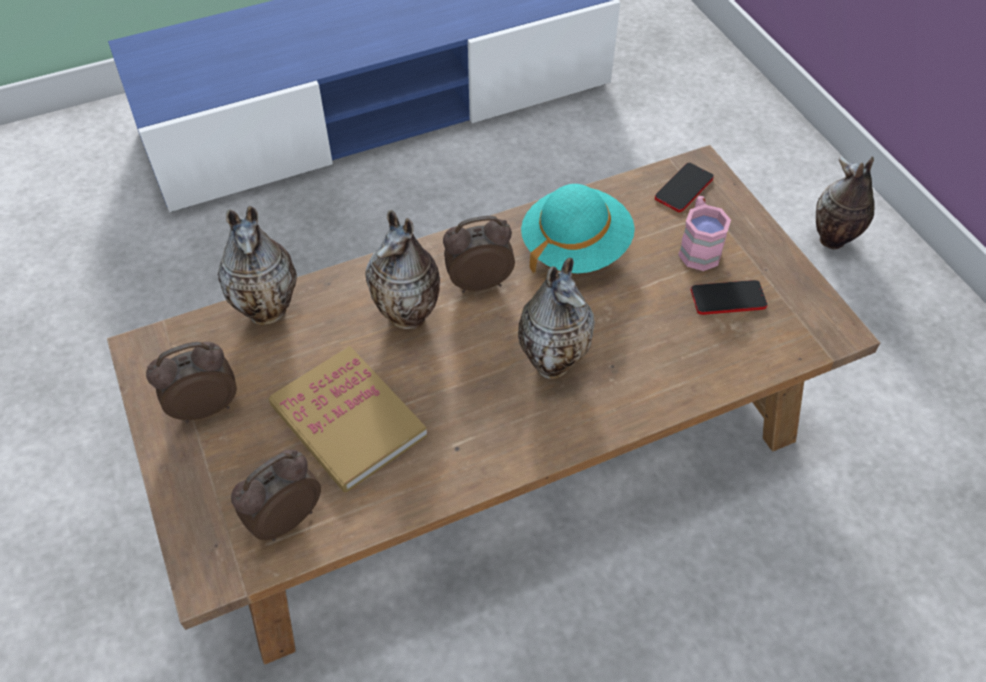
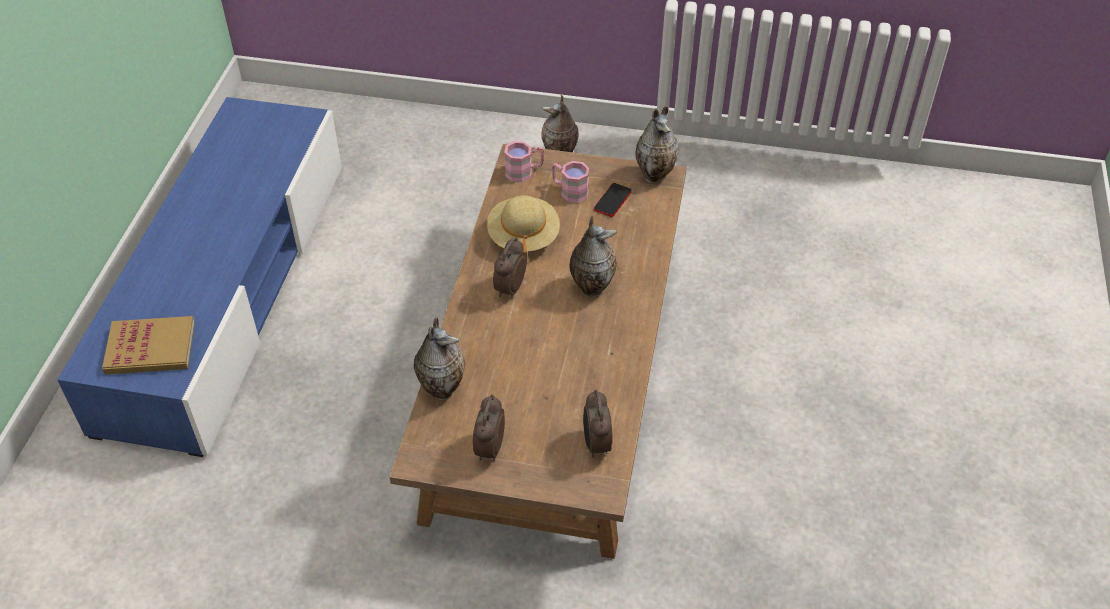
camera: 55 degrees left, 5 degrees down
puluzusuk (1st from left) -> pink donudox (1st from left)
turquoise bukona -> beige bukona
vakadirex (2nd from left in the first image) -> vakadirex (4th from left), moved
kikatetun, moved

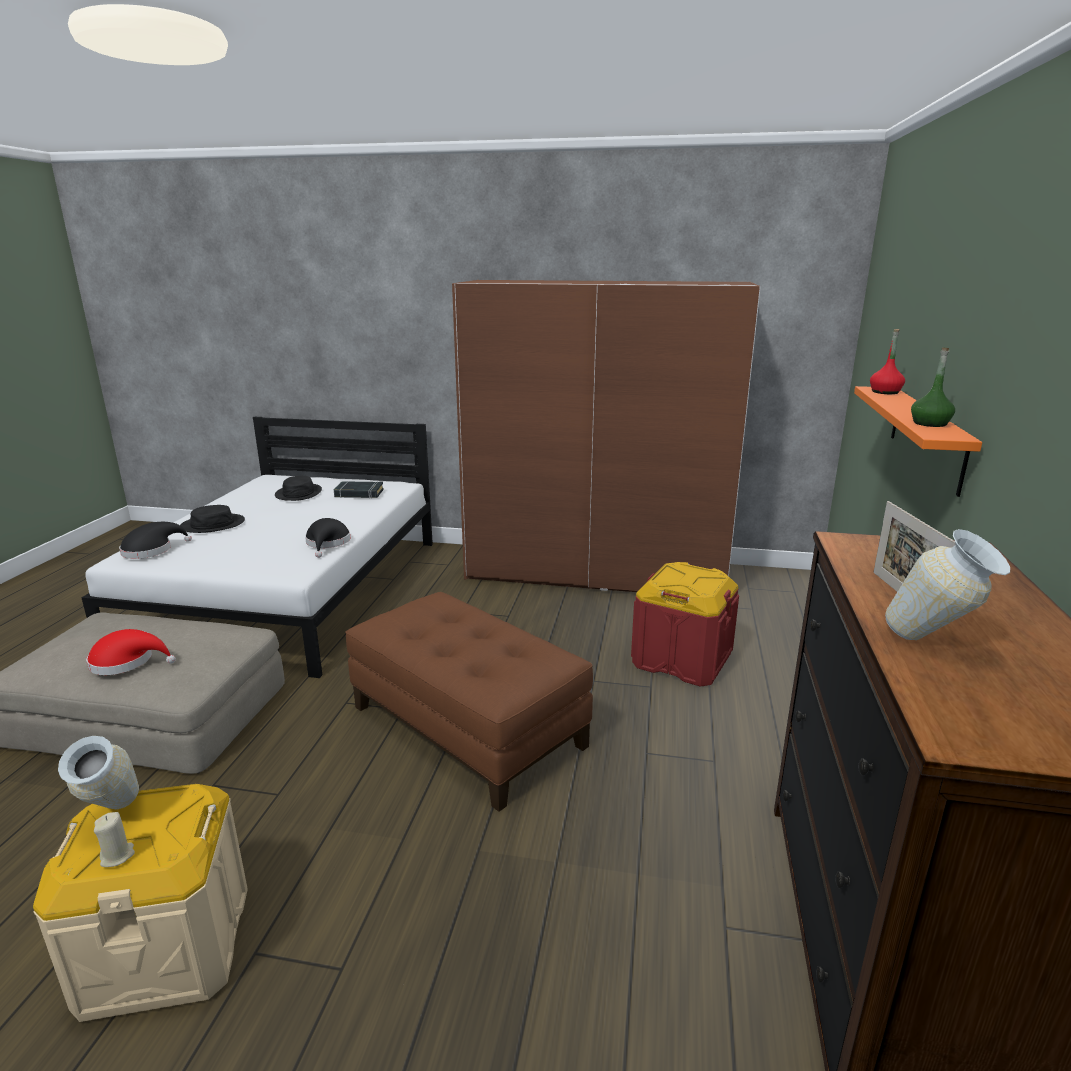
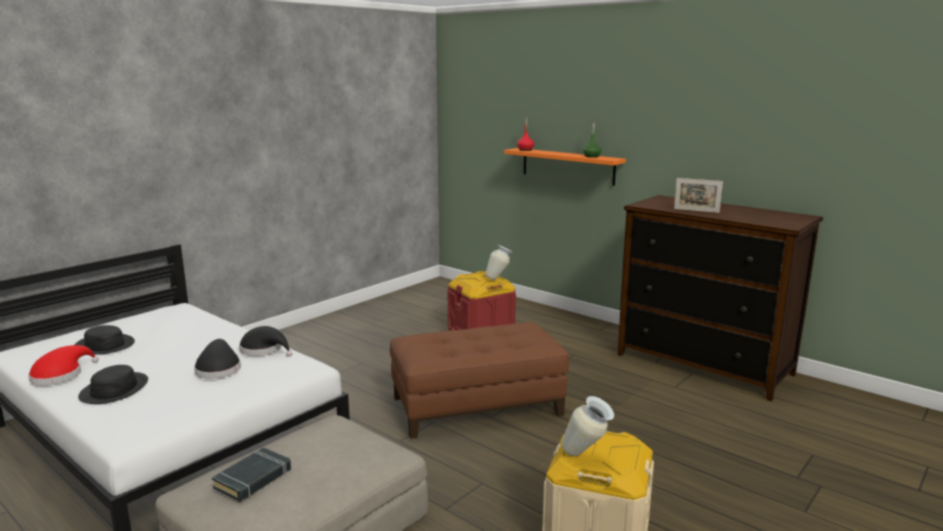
camera: 60 degrees left, 5 degrees down
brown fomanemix -> none
black kikatetun, moved
black bukona (1st from left in the first image) -> black bukona (3rd from left), moved
vakadirex (2nd from left in the first image) -> vakadirex (1st from left), moved
red bukona, moved
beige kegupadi -> none

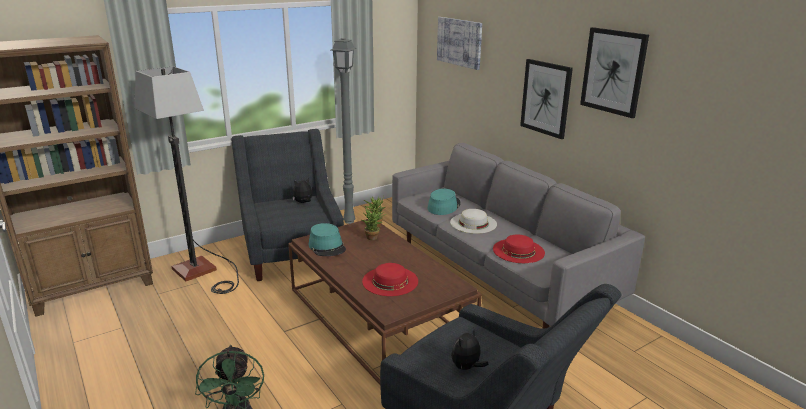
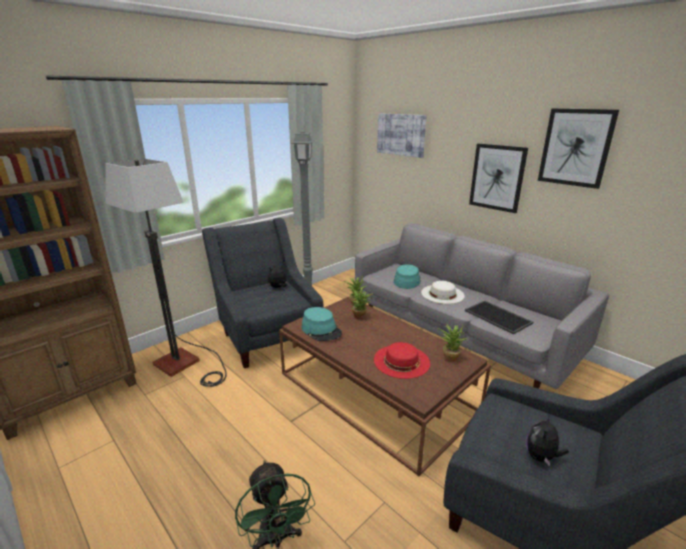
camera: 10 degrees left, 0 degrees up
red bukona (2nd from left) -> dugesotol
none -> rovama (3rd from left)

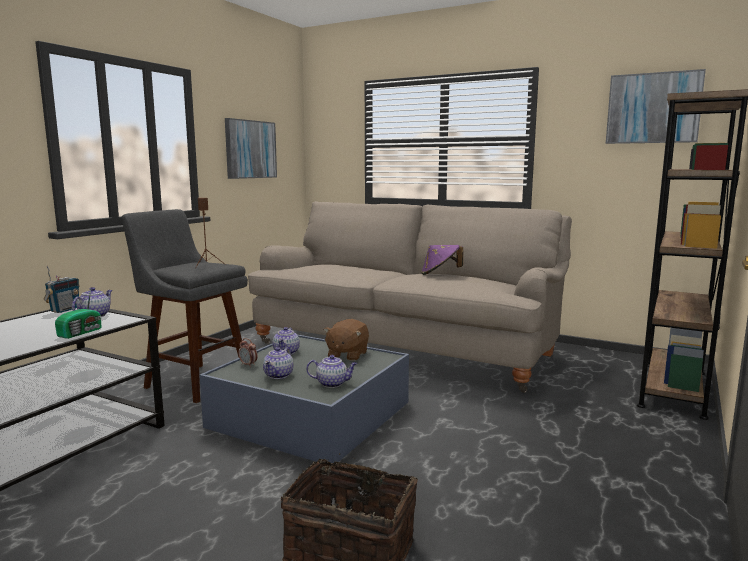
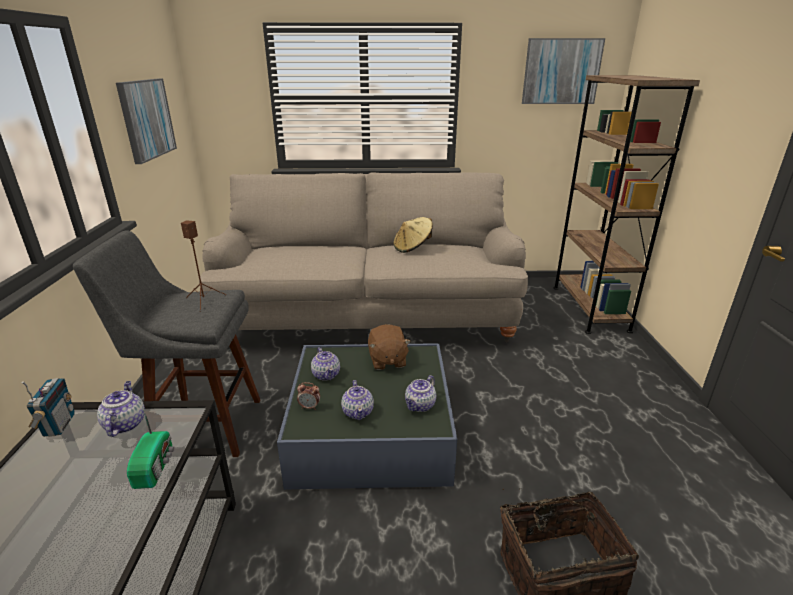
camera: 30 degrees left, 15 degrees up
purple bukona -> beige bukona
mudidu (4th from left), 150 degrees clockwise

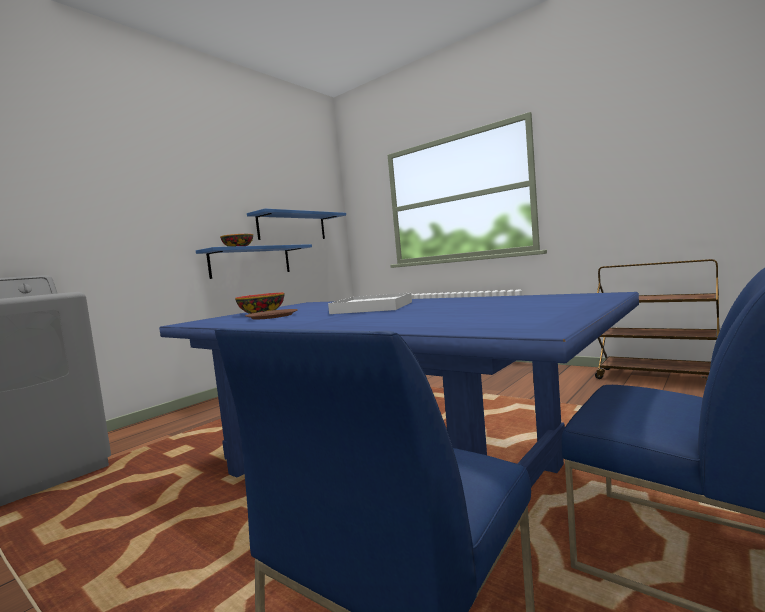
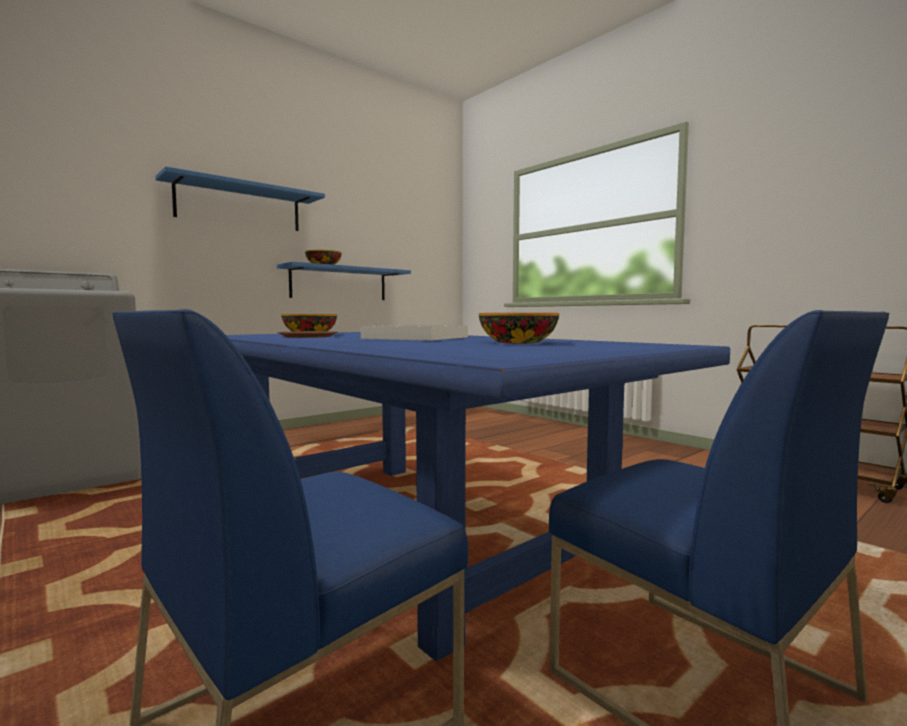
camera: 10 degrees right, 0 degrees up
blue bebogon (2nd from left in the first image) -> blue bebogon (1st from left), moved
none -> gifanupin (3rd from left)

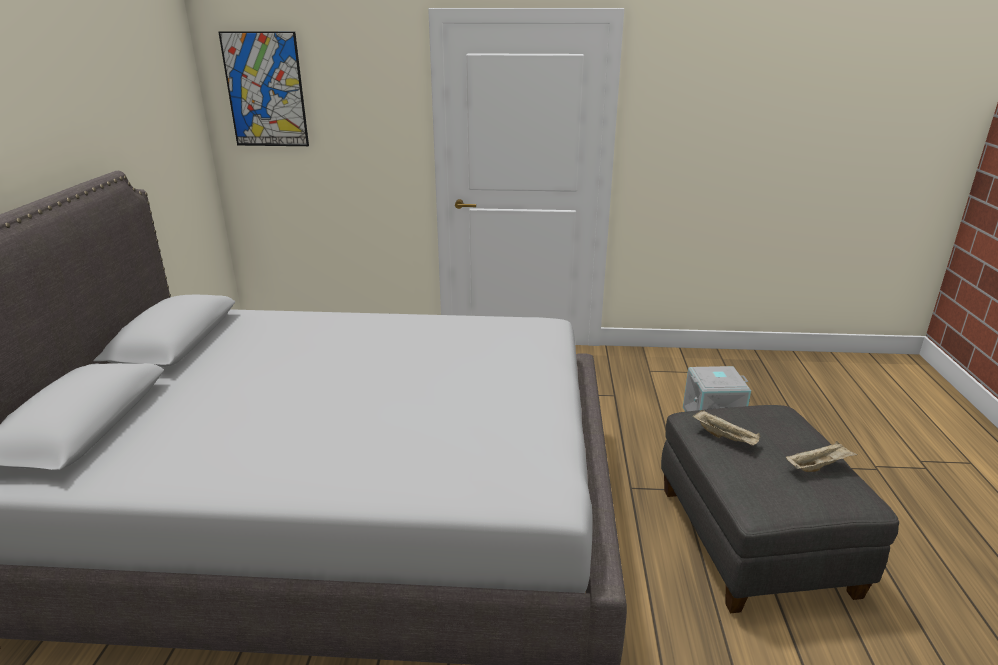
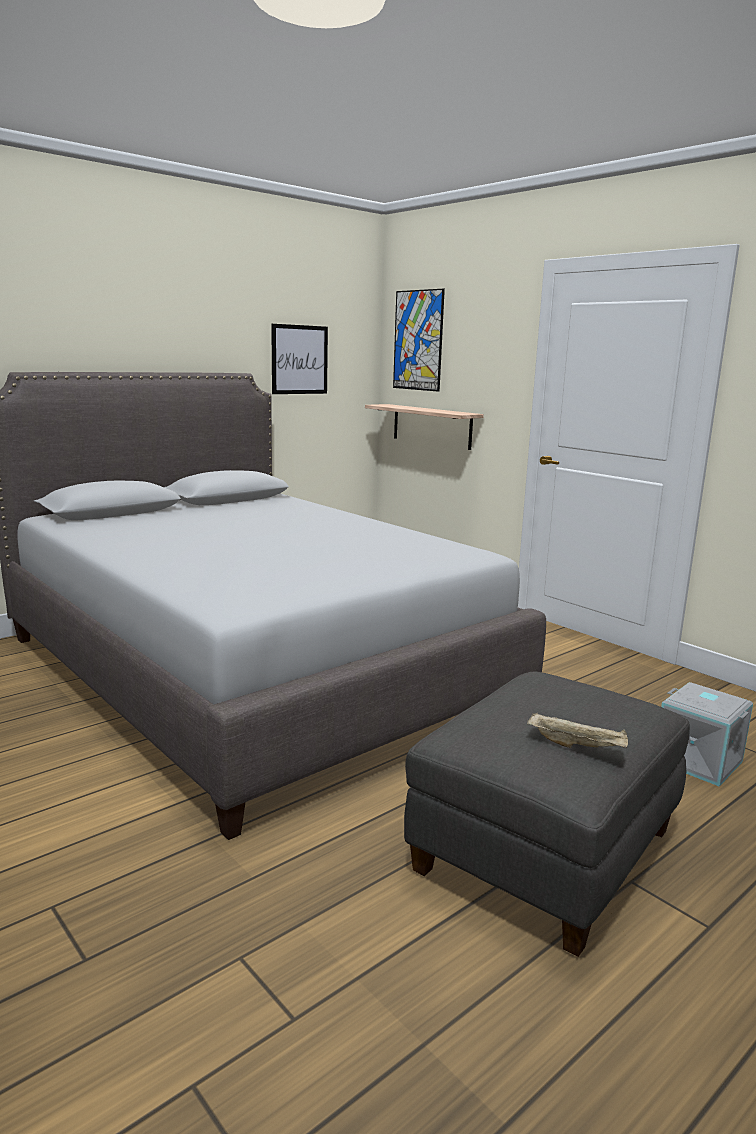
camera: 45 degrees right, 10 degrees down
beige dugesotol (1st from left) -> none
none -> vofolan (1st from left)
none -> bebogon

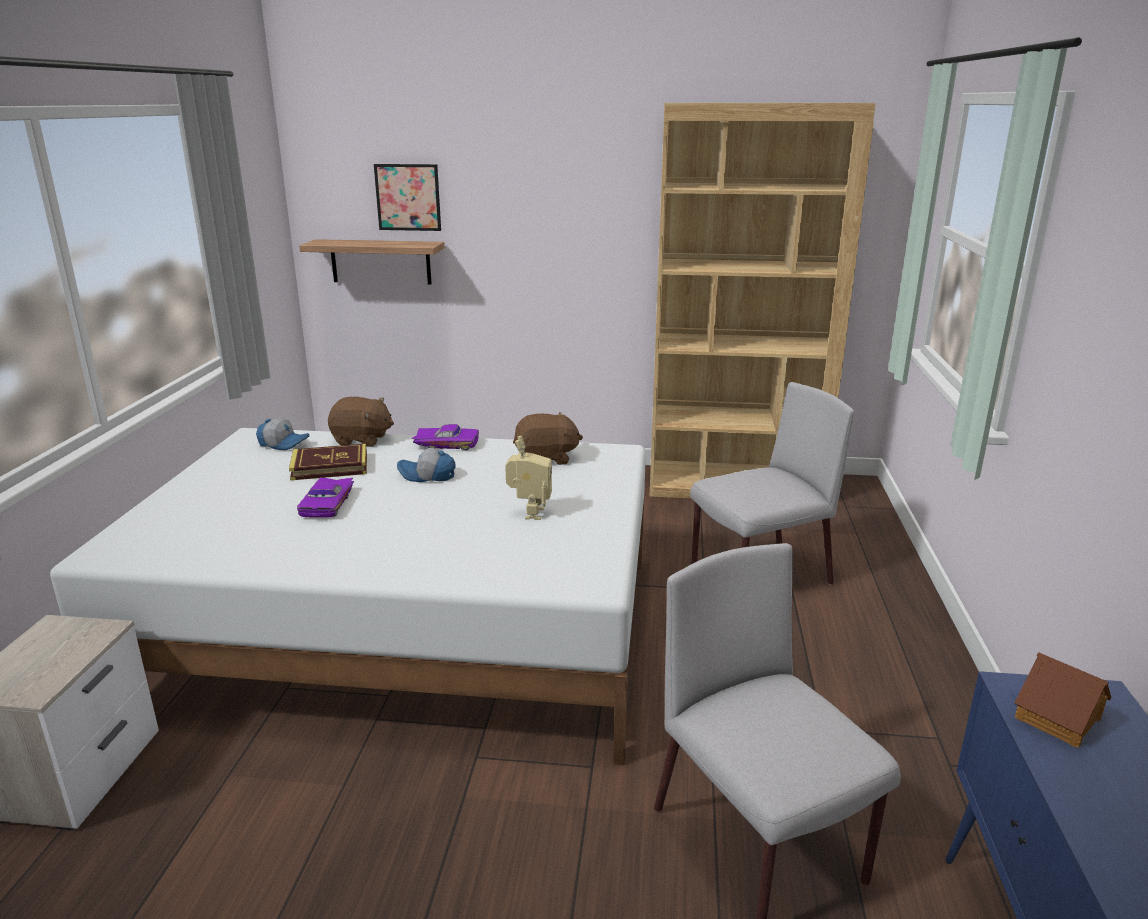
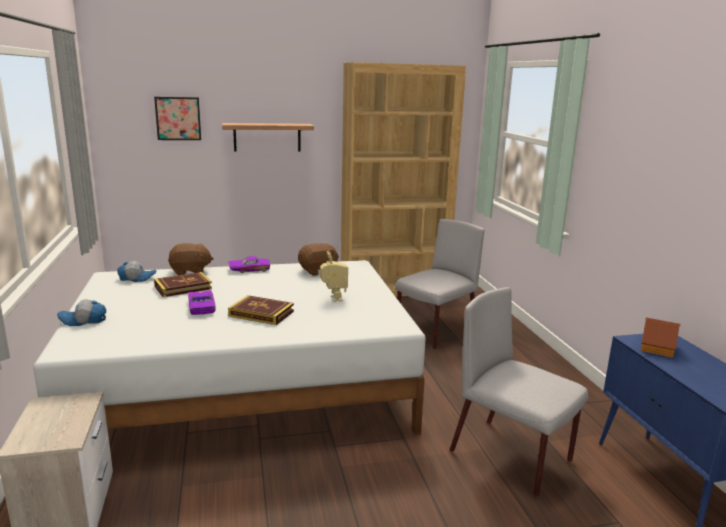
camera: 20 degrees left, 5 degrees down
bebogon, moved
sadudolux (2nd from left in the first image) -> sadudolux (1st from left), moved
none -> kikatetun (2nd from left)

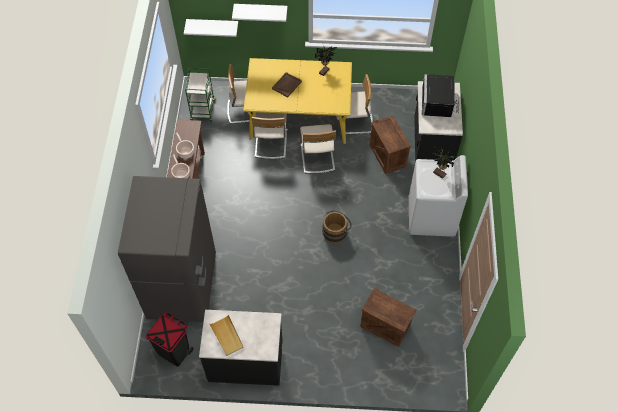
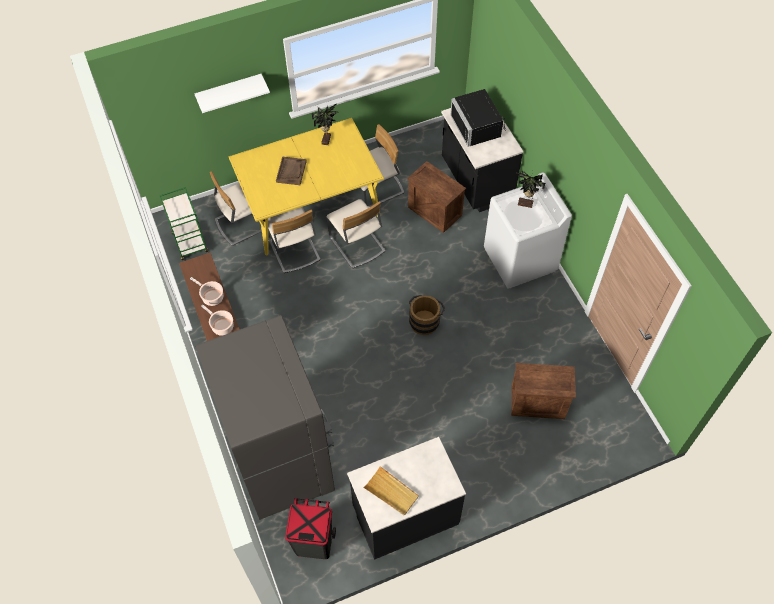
camera: 25 degrees left, 0 degrees up
white bebogon (1st from left) -> none

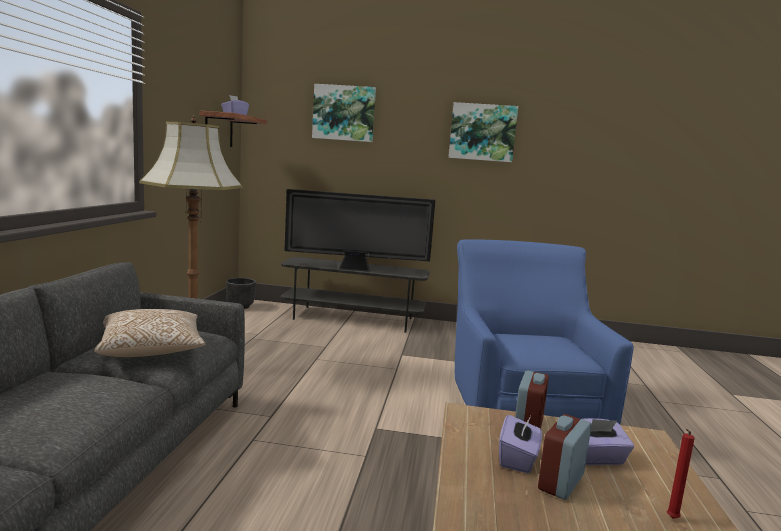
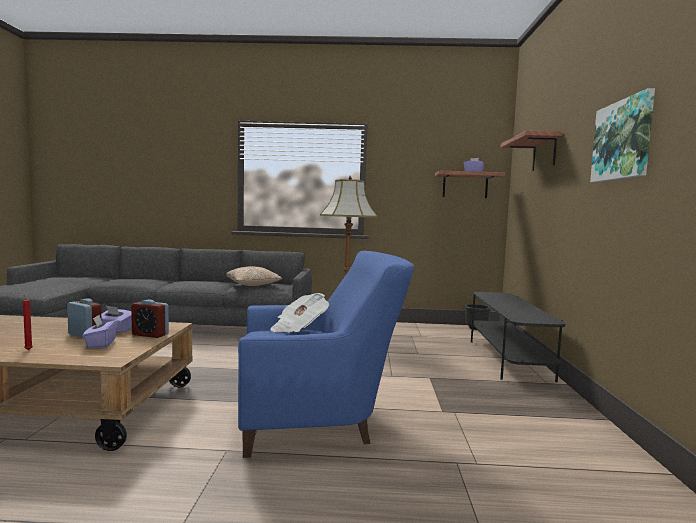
camera: 85 degrees right, 5 degrees down
vofolan (1st from left) -> bebogon (2nd from left)
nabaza -> none
none -> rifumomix

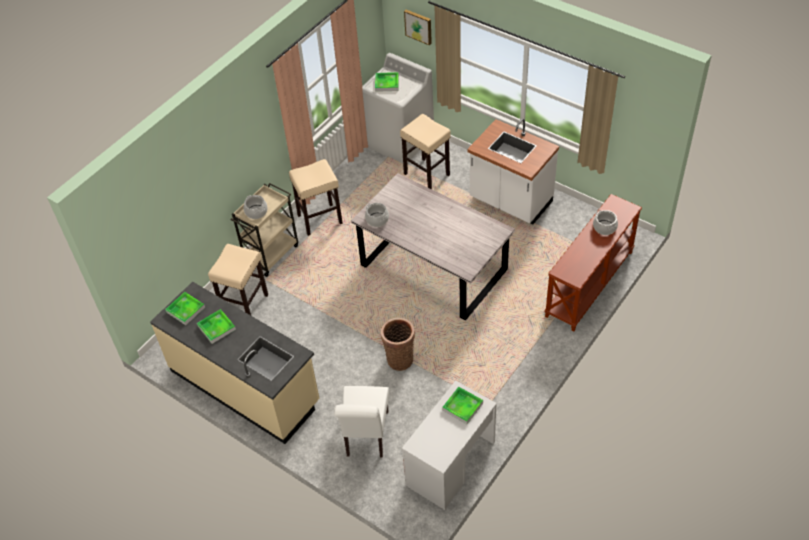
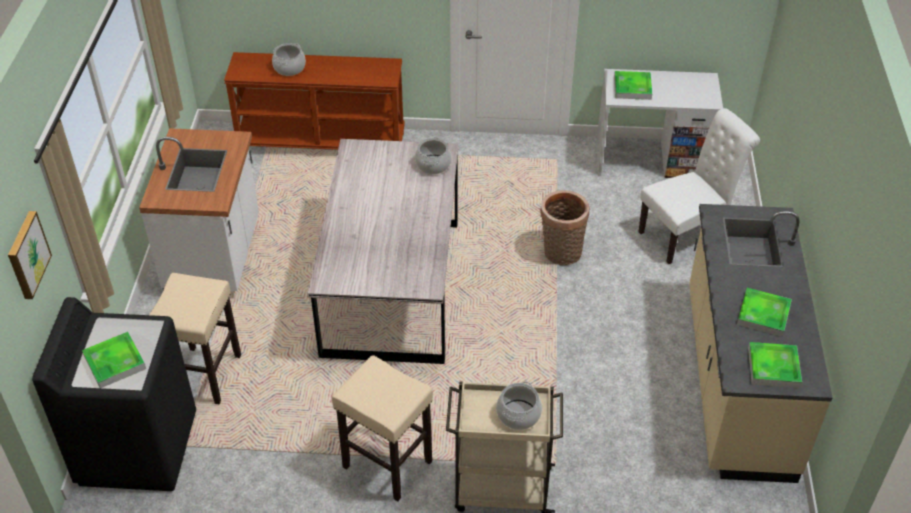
camera: 125 degrees left, 5 degrees down
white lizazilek -> black lizazilek
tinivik (2nd from left), moved
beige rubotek (1st from left) -> none

